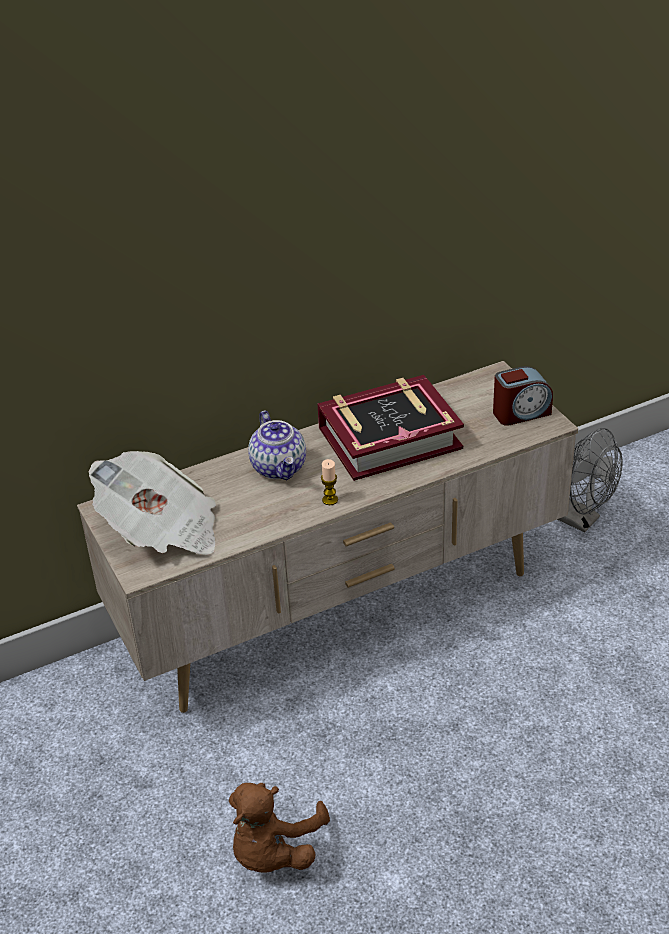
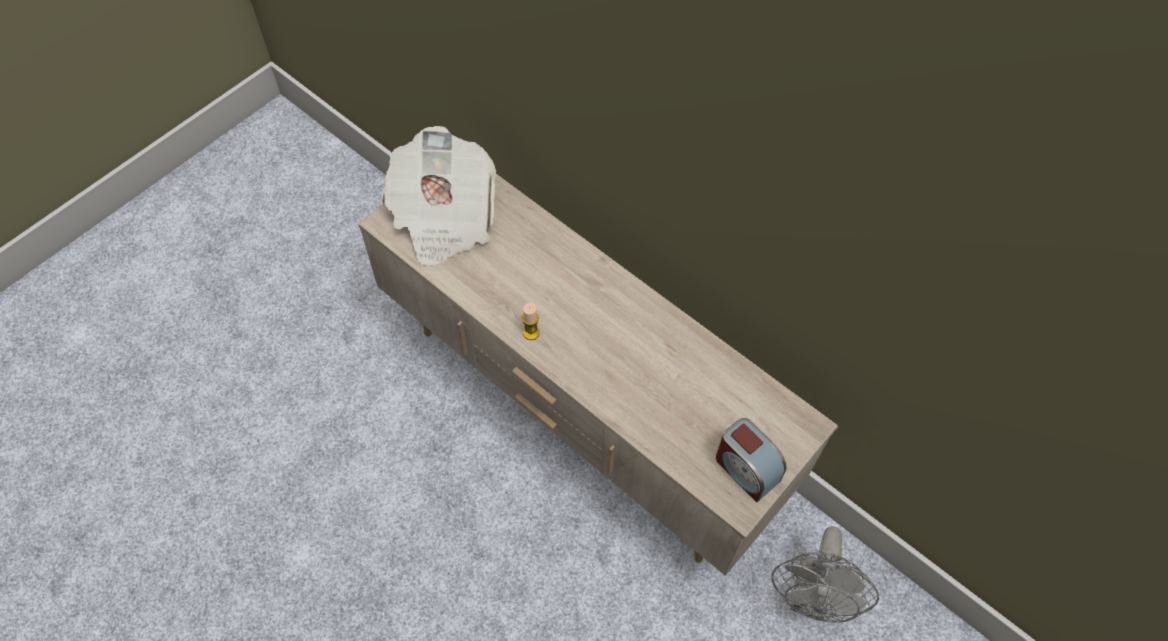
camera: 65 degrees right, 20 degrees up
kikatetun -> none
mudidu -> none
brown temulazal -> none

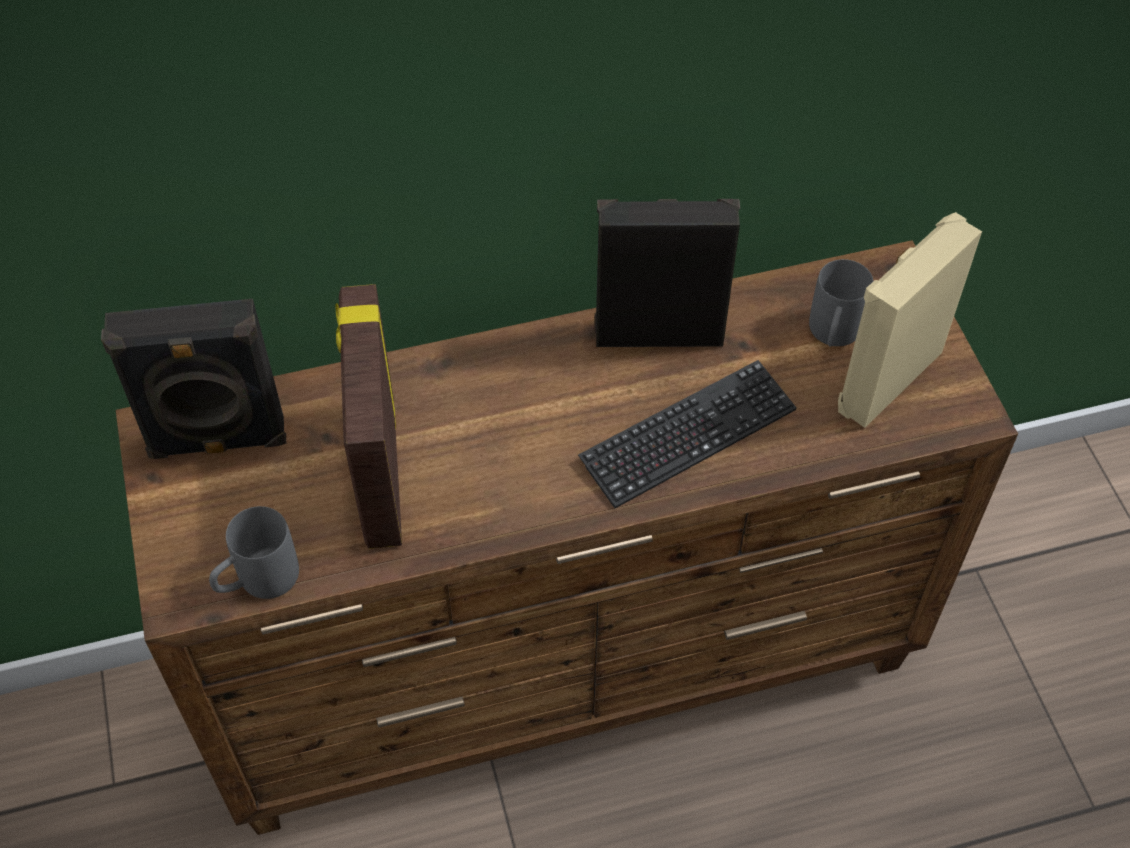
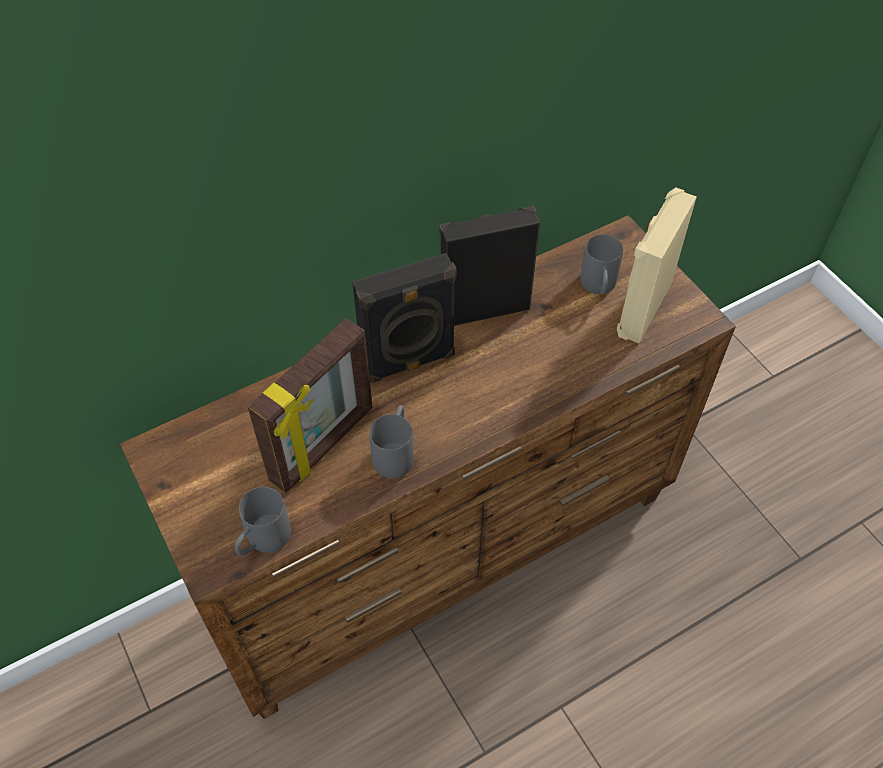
camera: 15 degrees left, 0 degrees up
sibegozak, 120 degrees counterclockwise
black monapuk (1st from left), moved
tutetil -> none
none -> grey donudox (2nd from left)

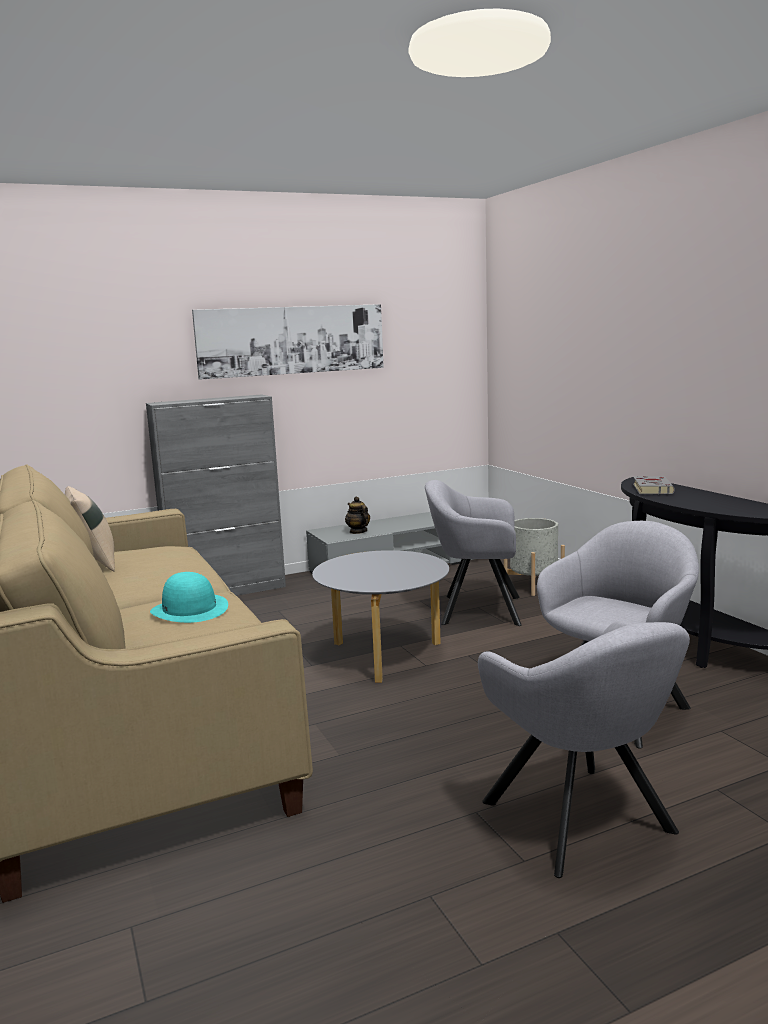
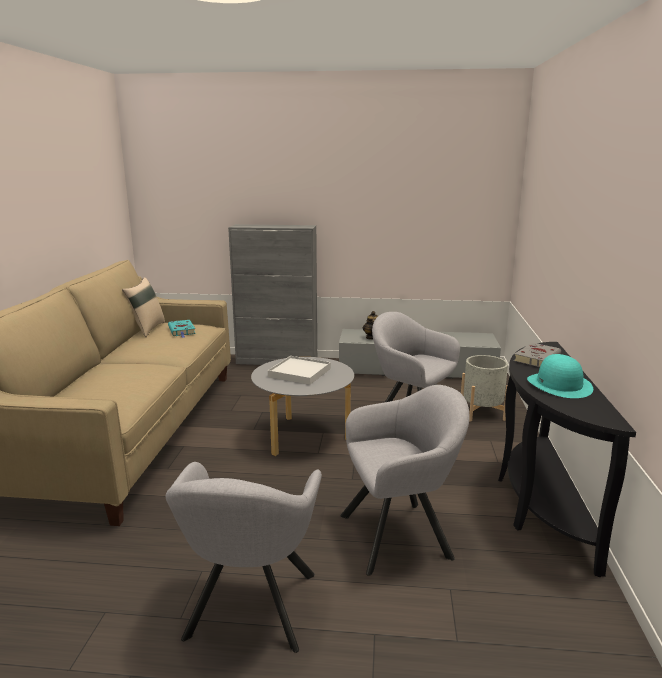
camera: 30 degrees right, 5 degrees up
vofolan -> none
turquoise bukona, moved
none -> turquoise kikatetun
none -> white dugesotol

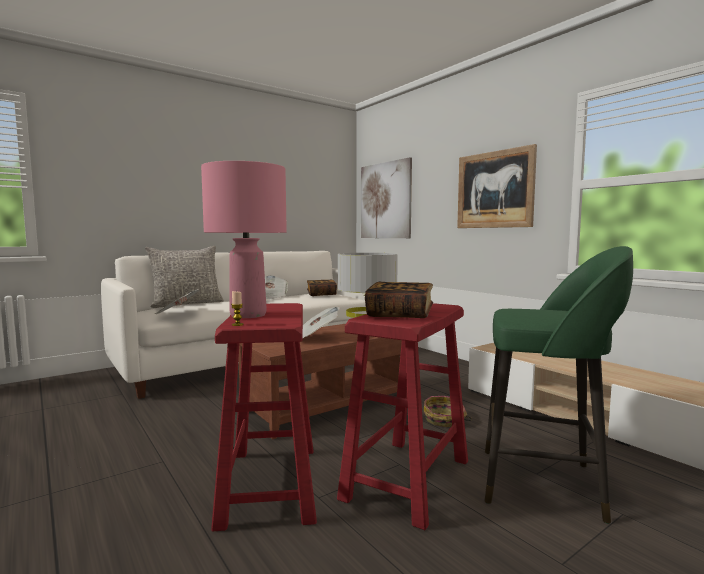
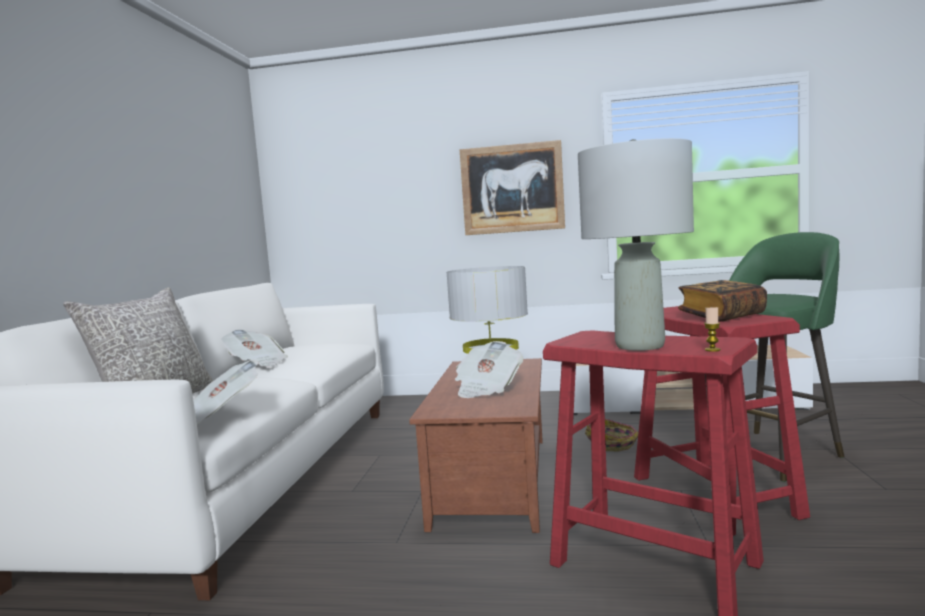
camera: 45 degrees left, 0 degrees up
vofolan (1st from left) -> none
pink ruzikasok -> grey ruzikasok (2nd from left)
kikatetun (1st from left) -> none

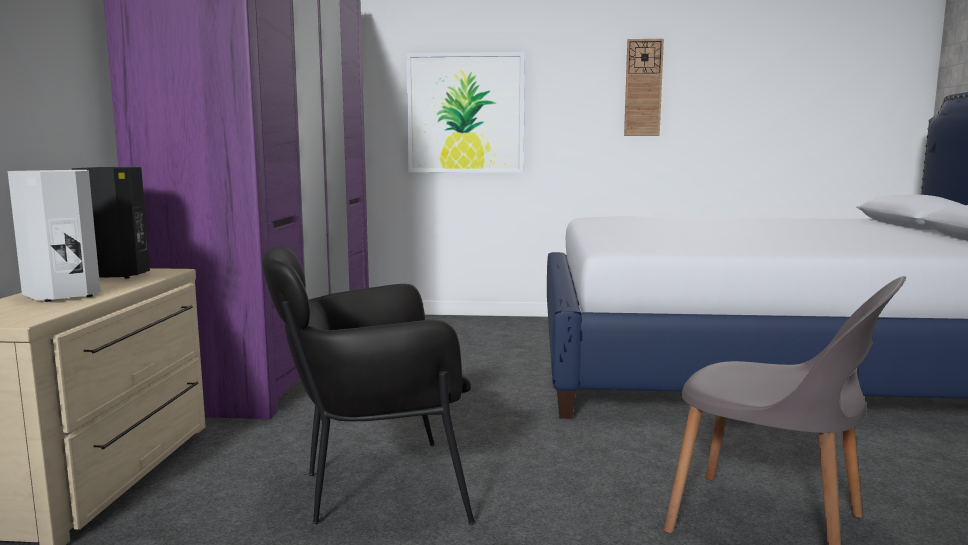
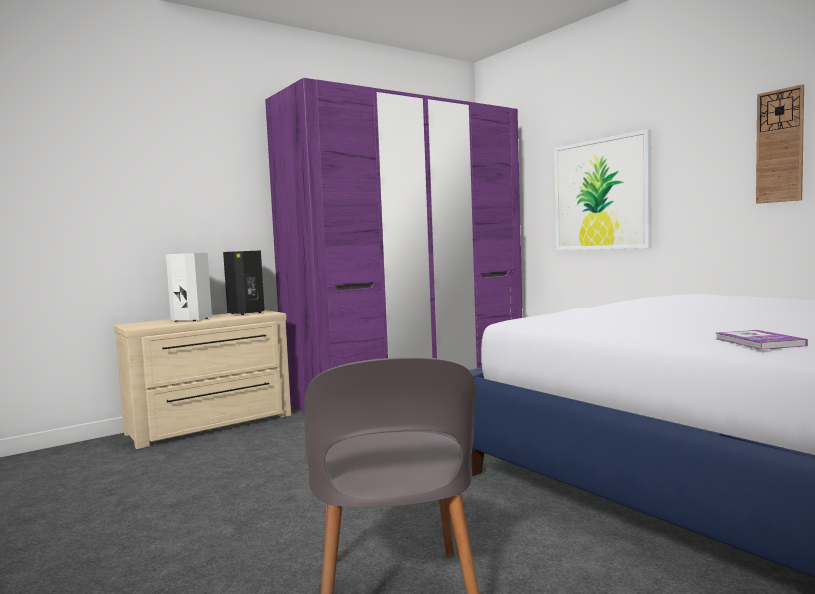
camera: 50 degrees right, 5 degrees down
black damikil -> none
none -> kikatetun

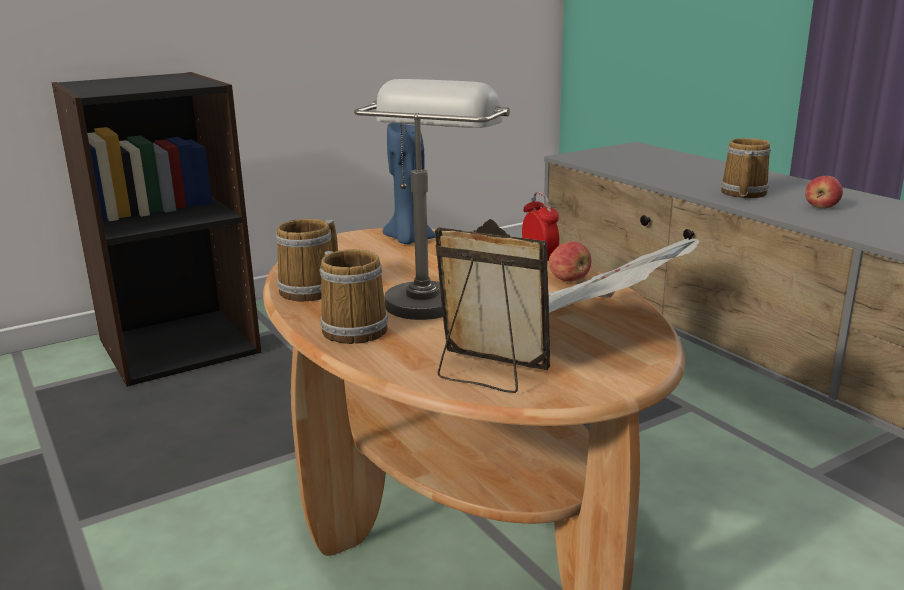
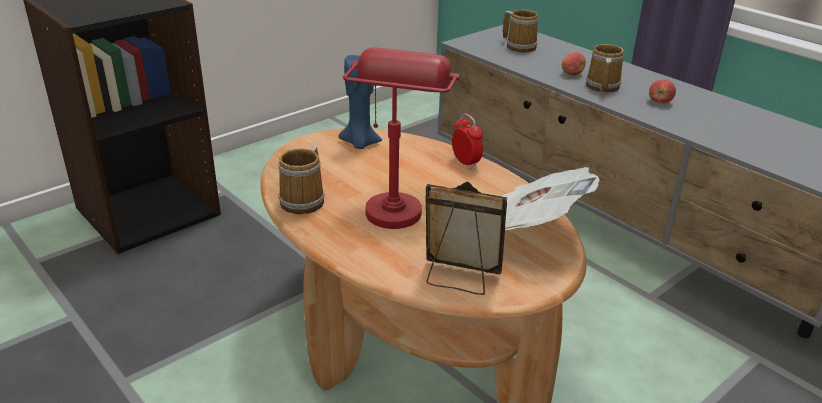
camera: 10 degrees left, 10 degrees up
grey ruzikasok -> red ruzikasok
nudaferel (1st from left), moved
donudox (2nd from left), moved

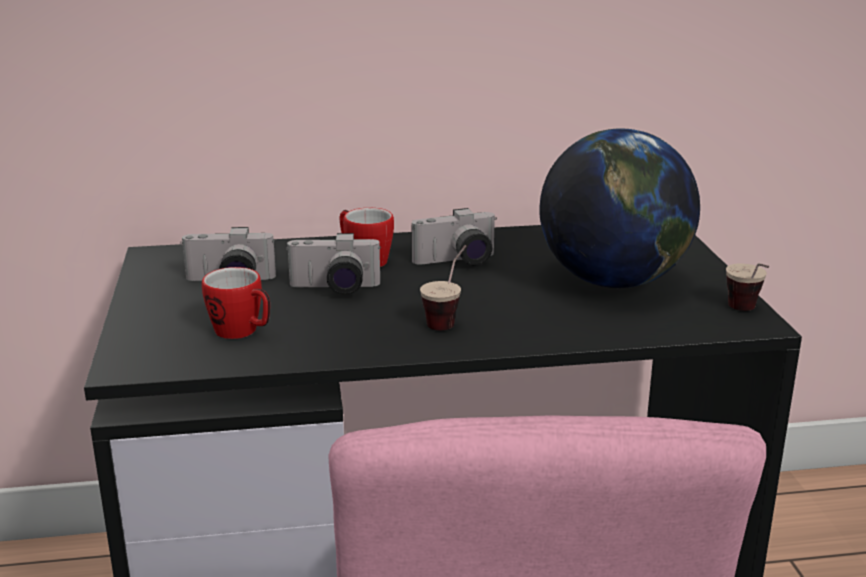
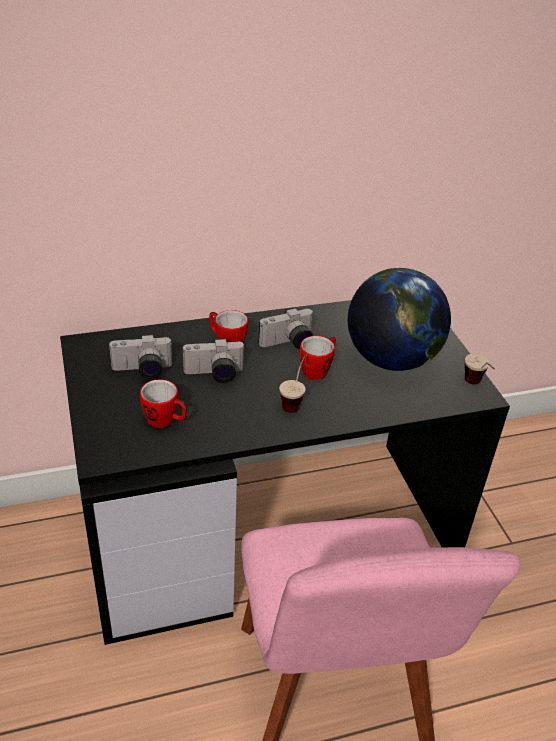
camera: 10 degrees left, 15 degrees up
none -> donudox (3rd from left)

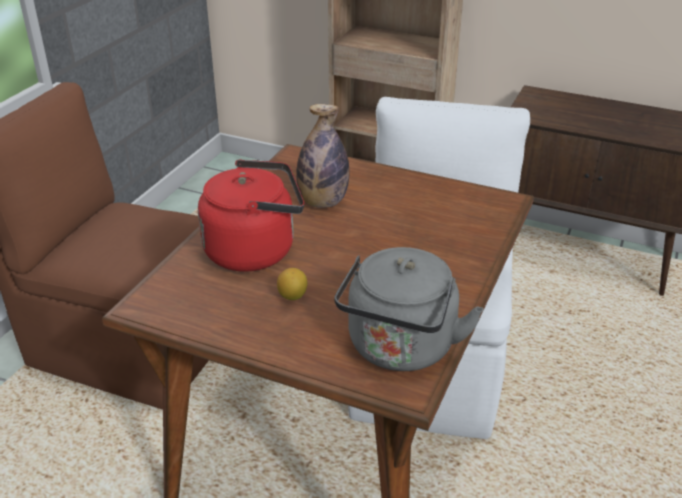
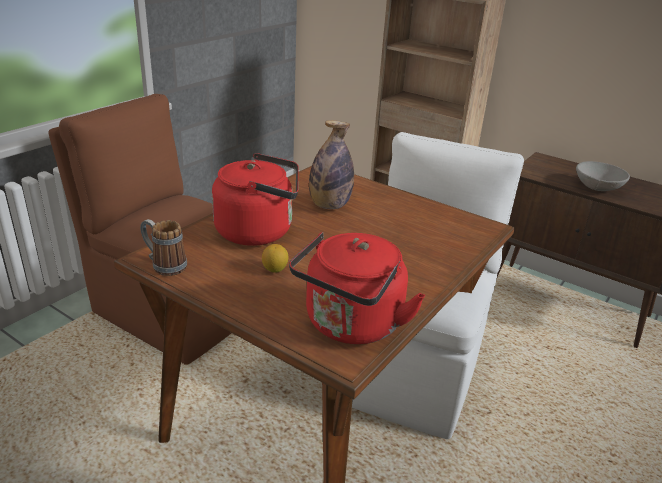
camera: 10 degrees right, 5 degrees down
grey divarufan -> red divarufan (2nd from left)
none -> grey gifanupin
none -> donudox

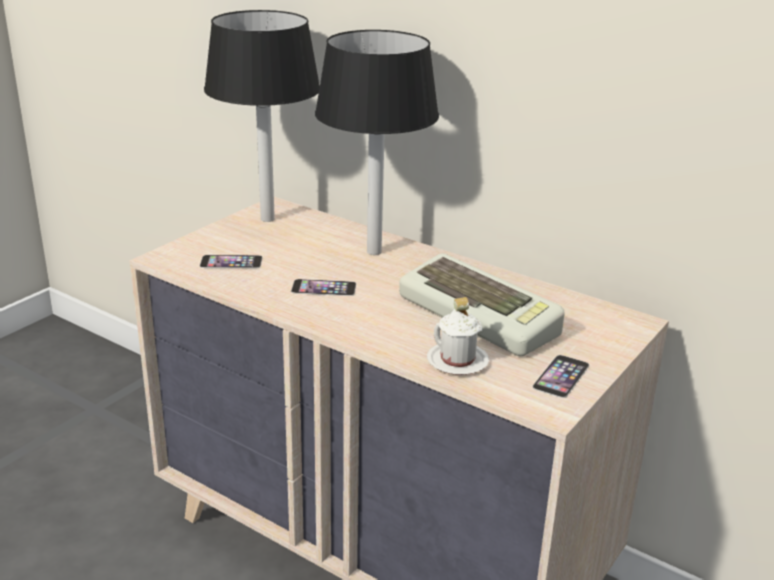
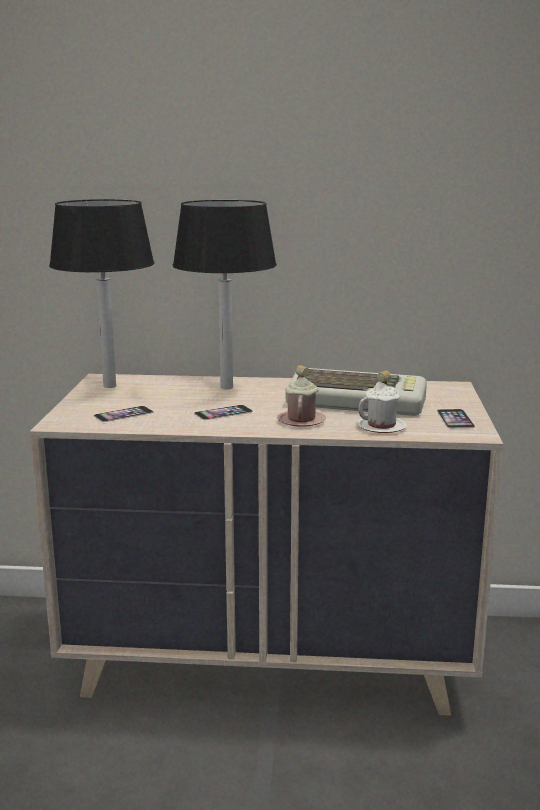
camera: 30 degrees left, 10 degrees down
none -> pink donudox

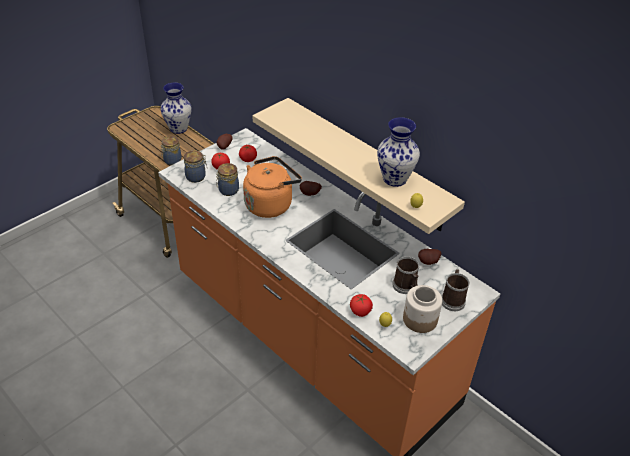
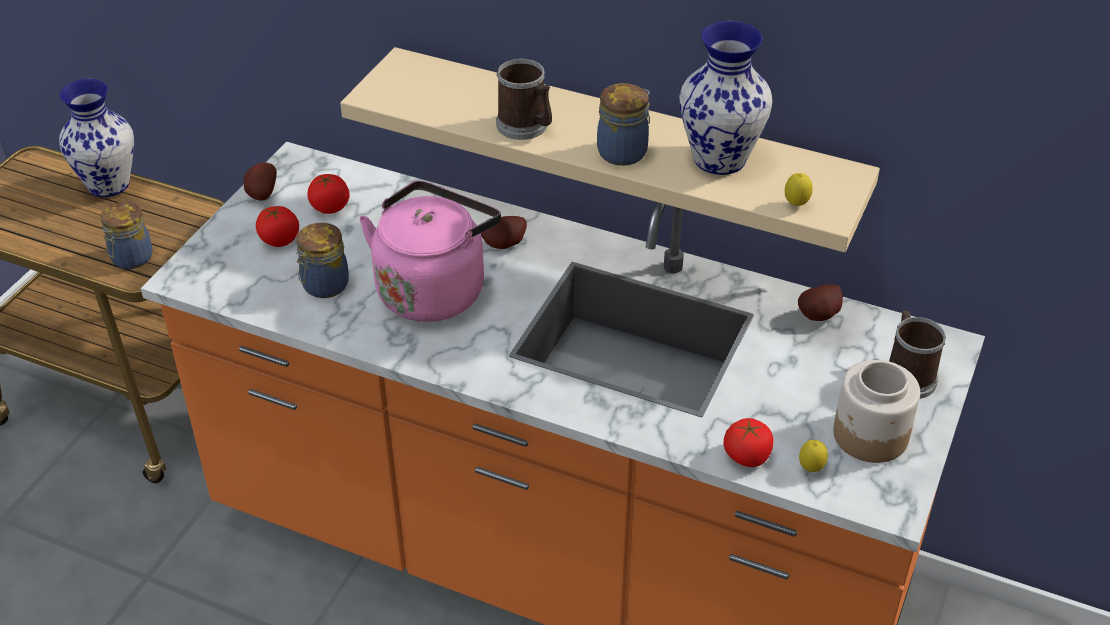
camera: 20 degrees left, 0 degrees up
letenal (2nd from left in the first image) -> letenal (3rd from left), moved
orange divarufan -> pink divarufan
donudox (1st from left), moved

